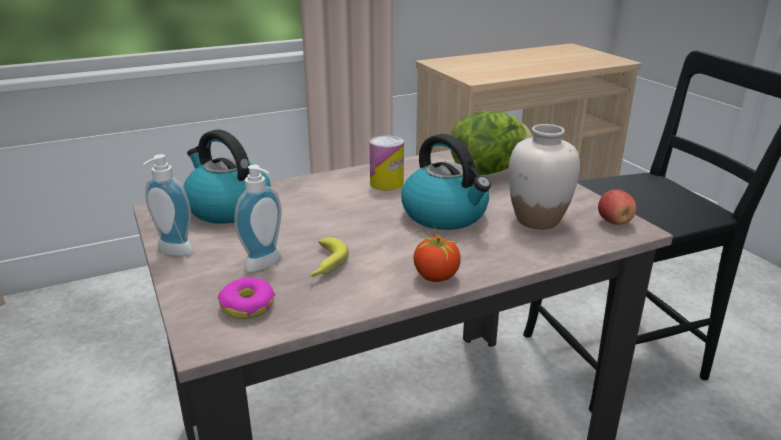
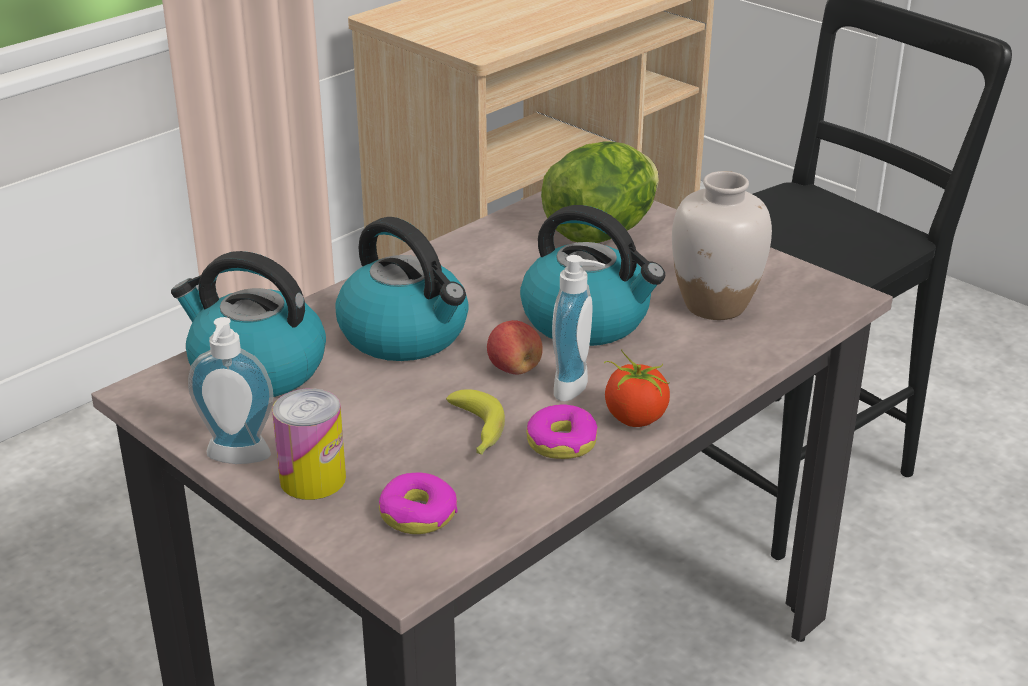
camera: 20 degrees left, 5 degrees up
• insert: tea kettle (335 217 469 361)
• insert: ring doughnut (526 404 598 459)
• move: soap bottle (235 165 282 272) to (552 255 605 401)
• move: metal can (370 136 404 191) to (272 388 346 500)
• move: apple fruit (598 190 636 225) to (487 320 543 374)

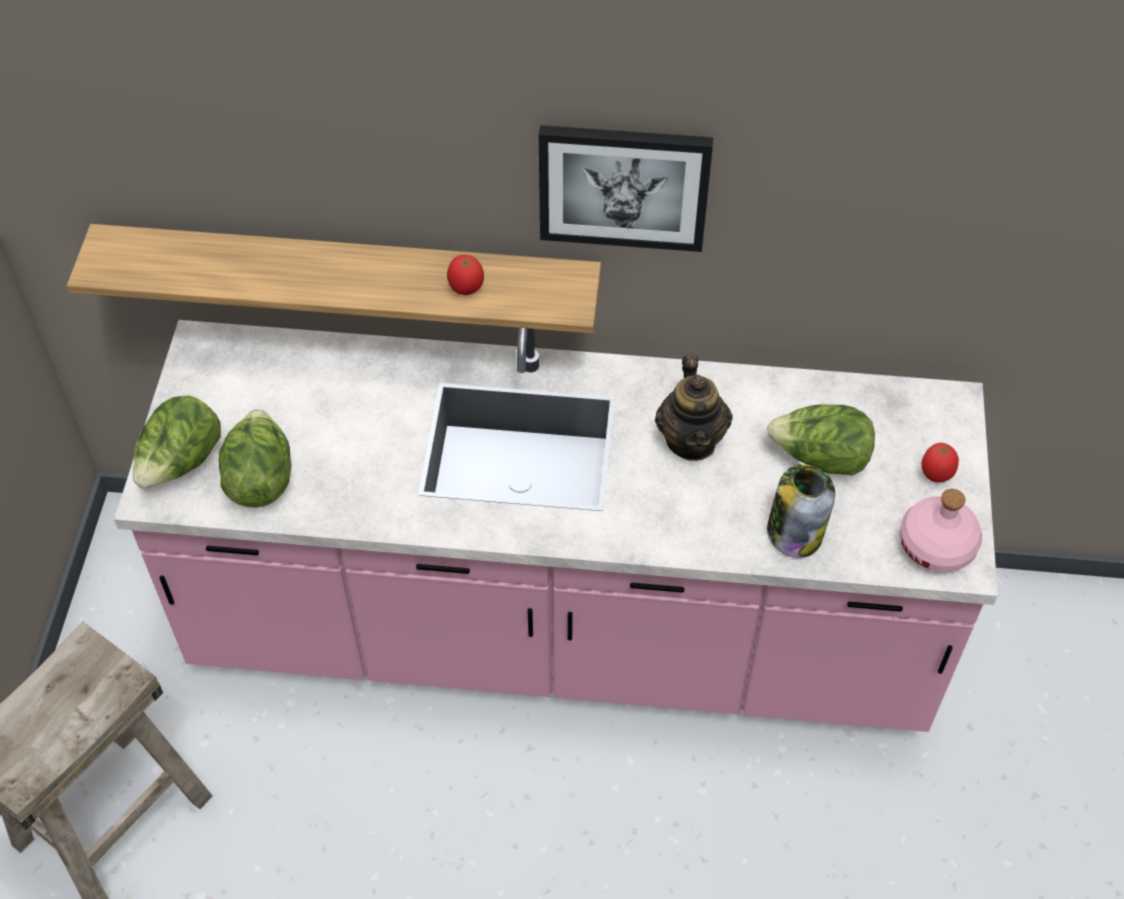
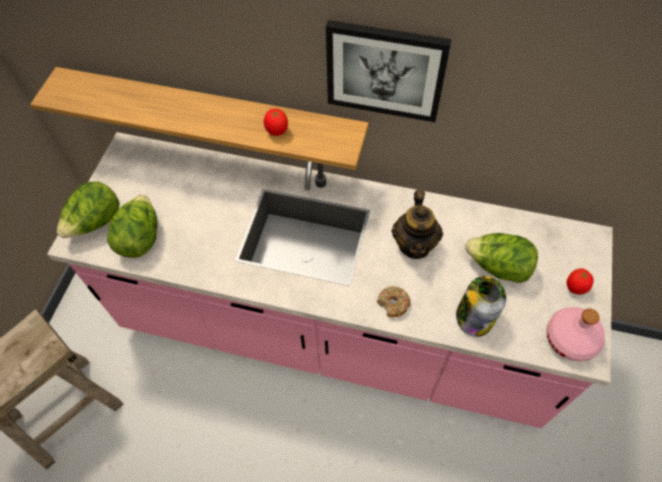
camera: 10 degrees right, 5 degrees up
• insert: ring doughnut (377 286 410 318)

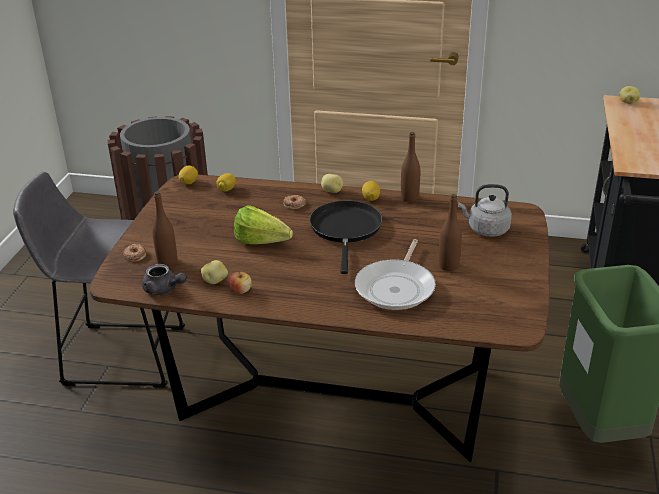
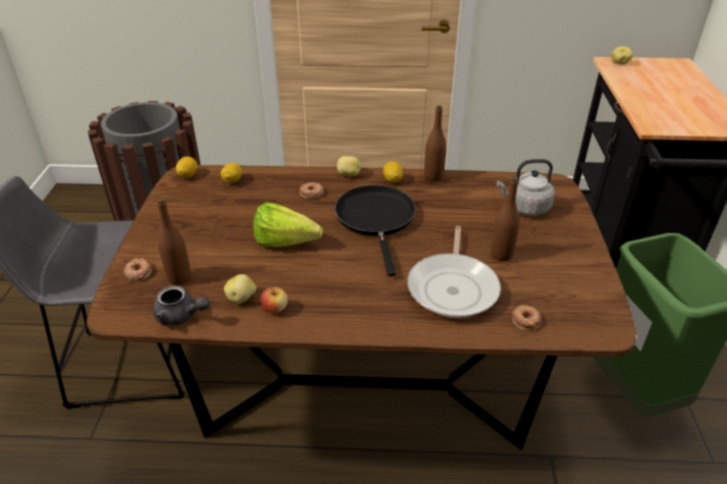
camera: 10 degrees left, 5 degrees up
• insert: ring doughnut (512 305 542 331)

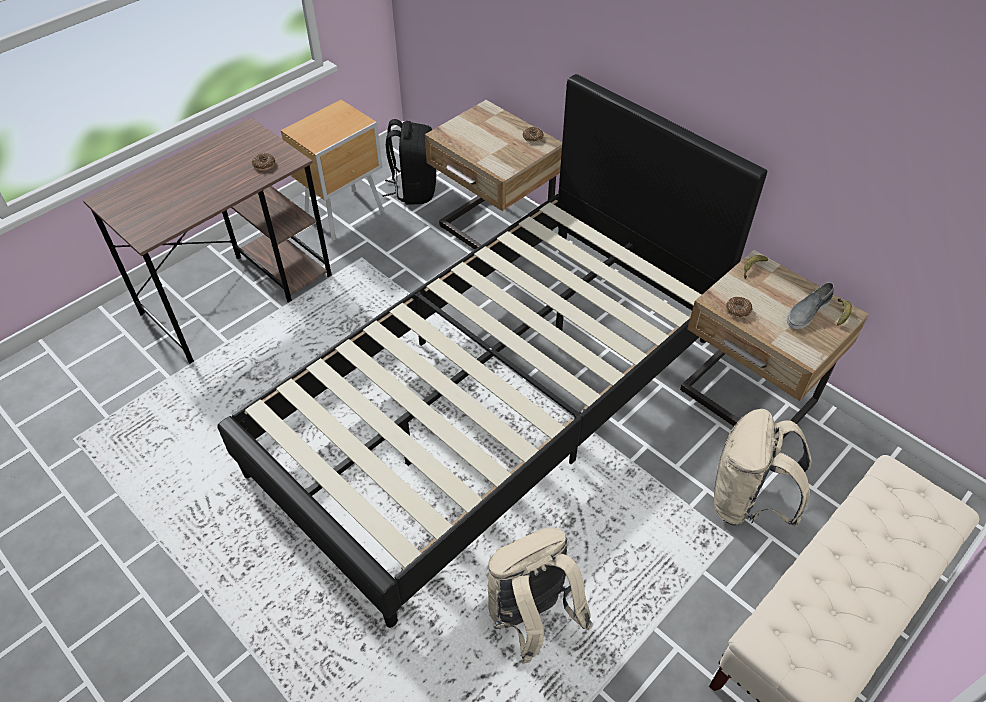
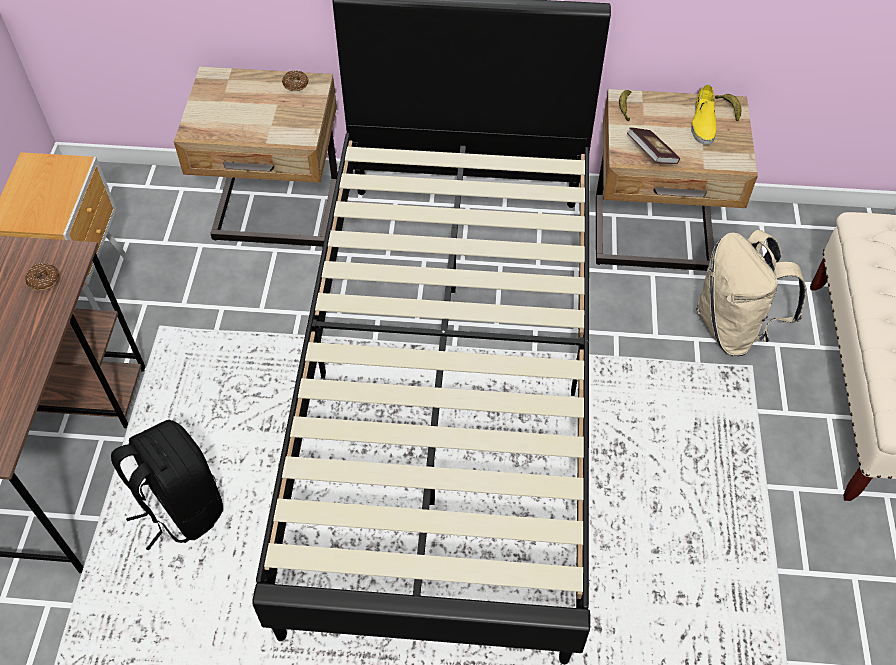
camera: 40 degrees left, 5 degrees up
• delete: beige backpack (488 527 593 663)
• move: black-coloured backpack (383 119 436 205) to (111 420 223 551)
• replace: ring doughnut (726 297 752 318) to bound book (627 127 680 164)
• recolor: gray shoe (787 283 834 329) to yellow-coloured shoe (691 85 716 145)

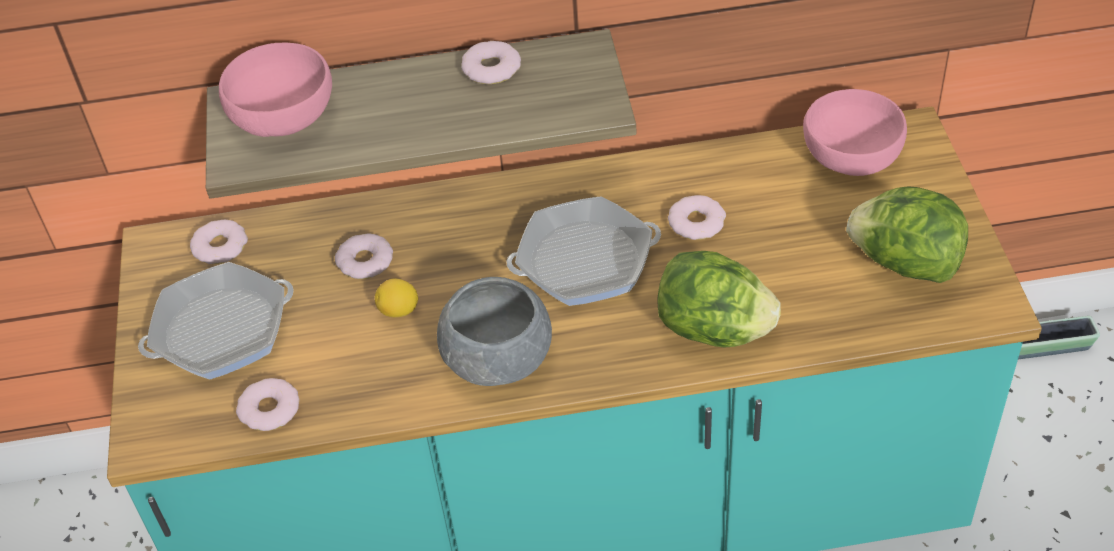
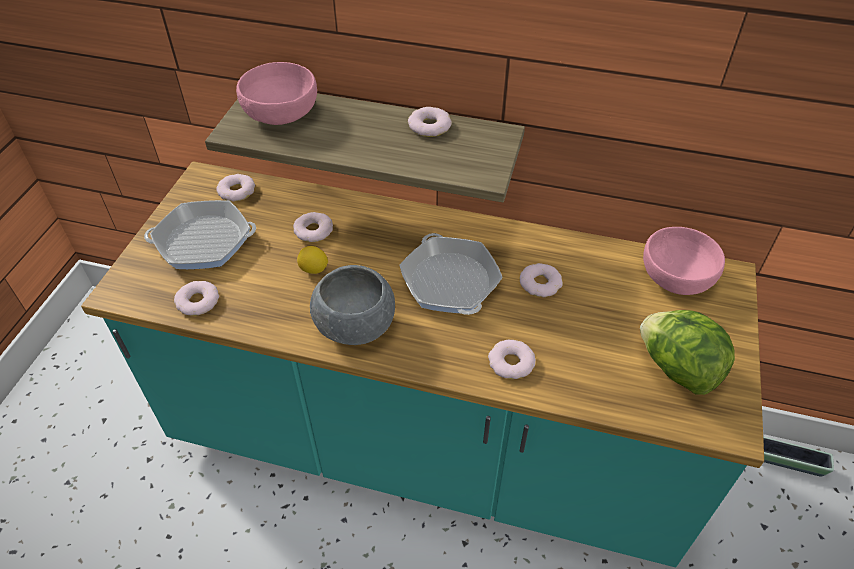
camera: 20 degrees right, 0 degrees up
• replace: head of lettuce (657 251 781 347) to ring doughnut (488 340 536 379)
• rotate: pan (506 196 661 306) = (399 233 503 315) 60 degrees clockwise

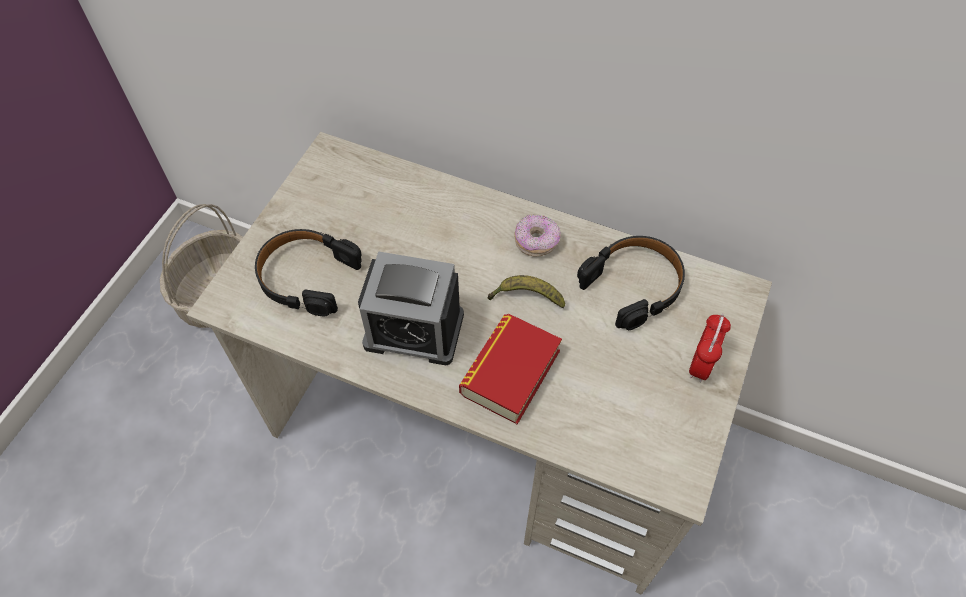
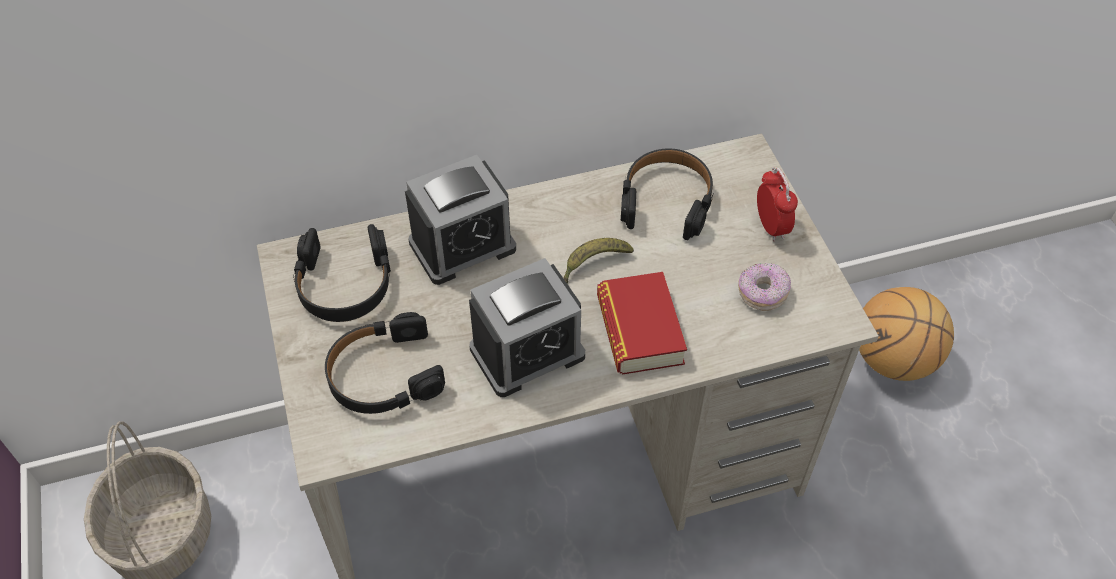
camera: 40 degrees left, 5 degrees down
• insert: black-coloured headset (293 224 391 322)
• insert: bedside clock (405 155 516 285)
• insert: basketball ball (859 287 954 381)
• move: ring doughnut (514 214 561 257) to (738 263 791 311)

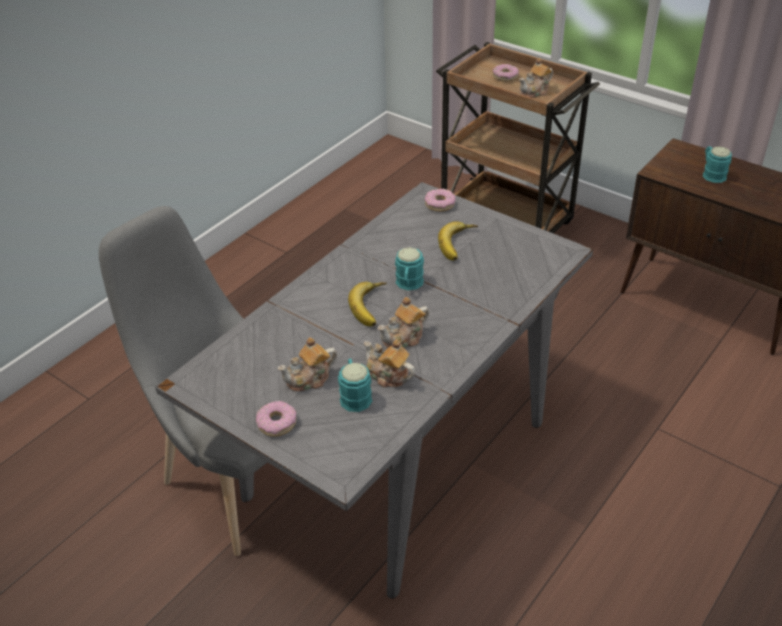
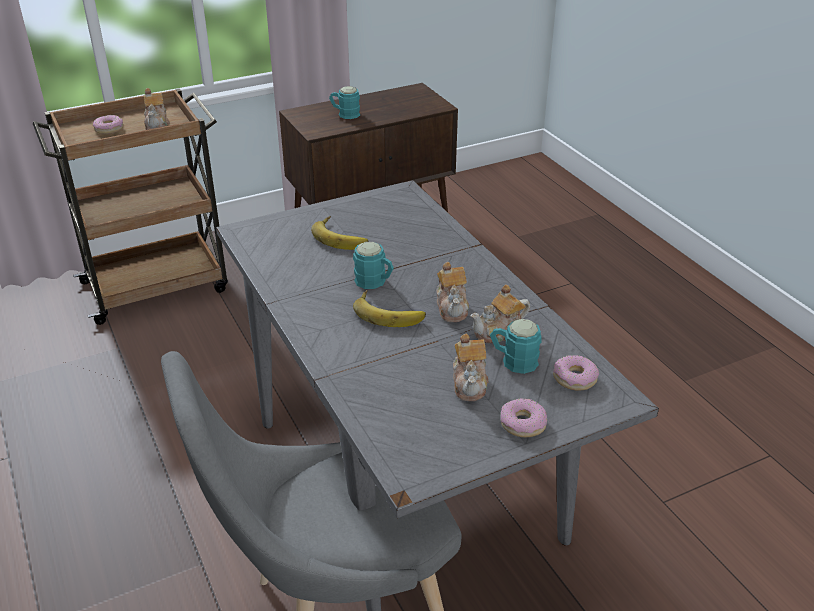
camera: 65 degrees left, 5 degrees down
• move: ring doughnut (425 189 456 212) to (553 355 599 391)

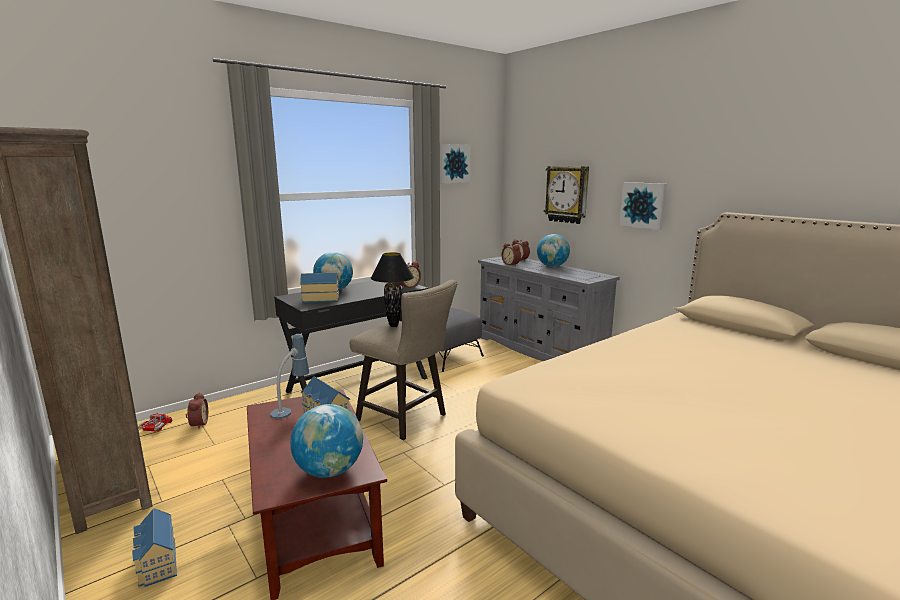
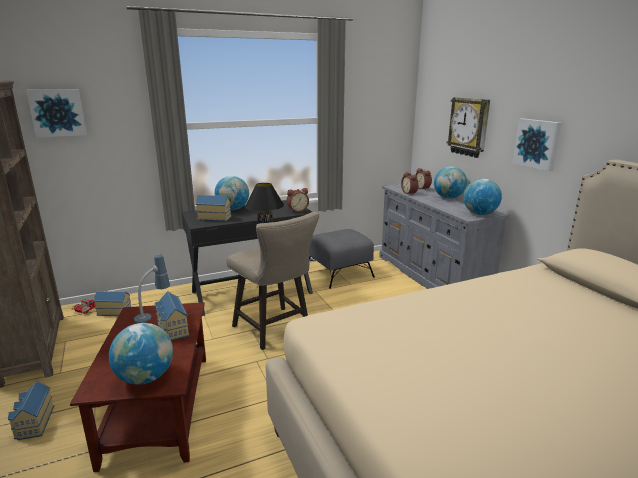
camera: 15 degrees right, 5 degrees up
• insert: globe (463 179 502 215)
• move: wall picture (440 144 471 183) to (26 89 87 138)
• replace: bedside clock (186 392 208 429) to toy house (94 291 131 316)

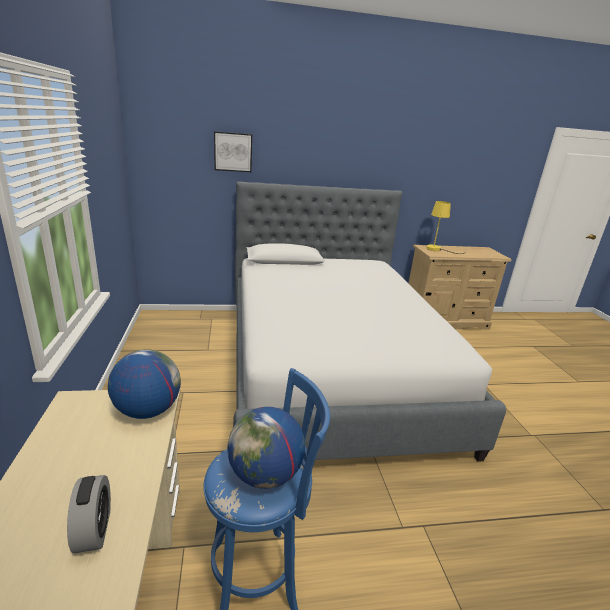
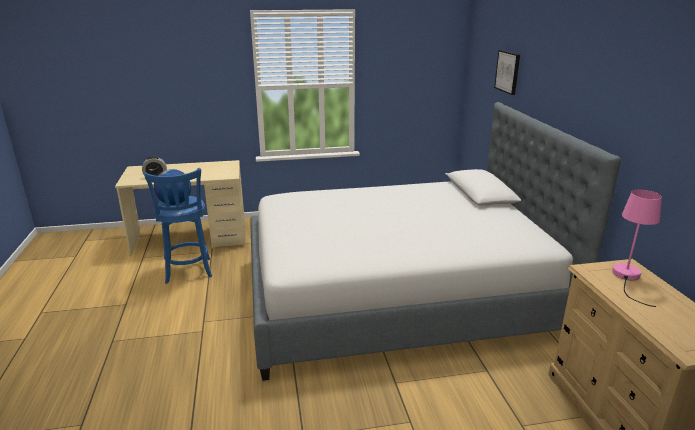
camera: 90 degrees right, 0 degrees up
• delete: globe (108 349 181 419)
• recolor: yellow-coloured tabletop lamp (426 201 466 254) to pink tabletop lamp (612 190 662 307)

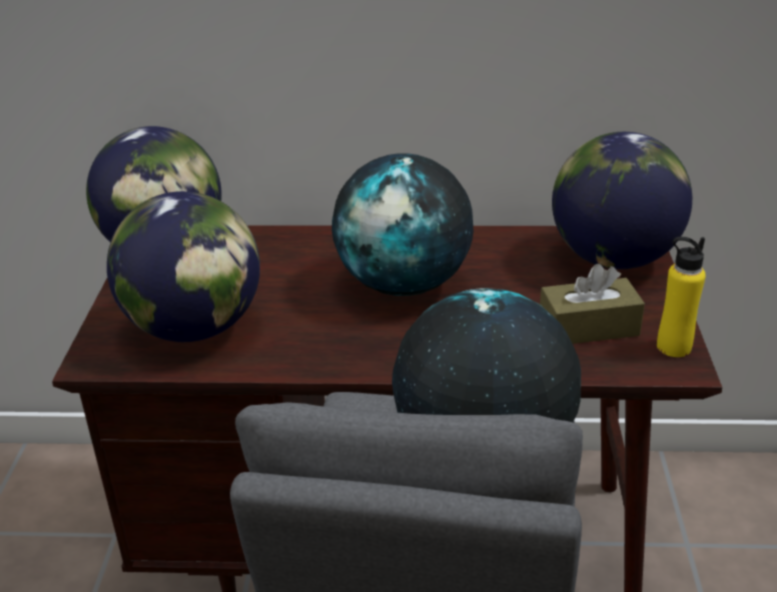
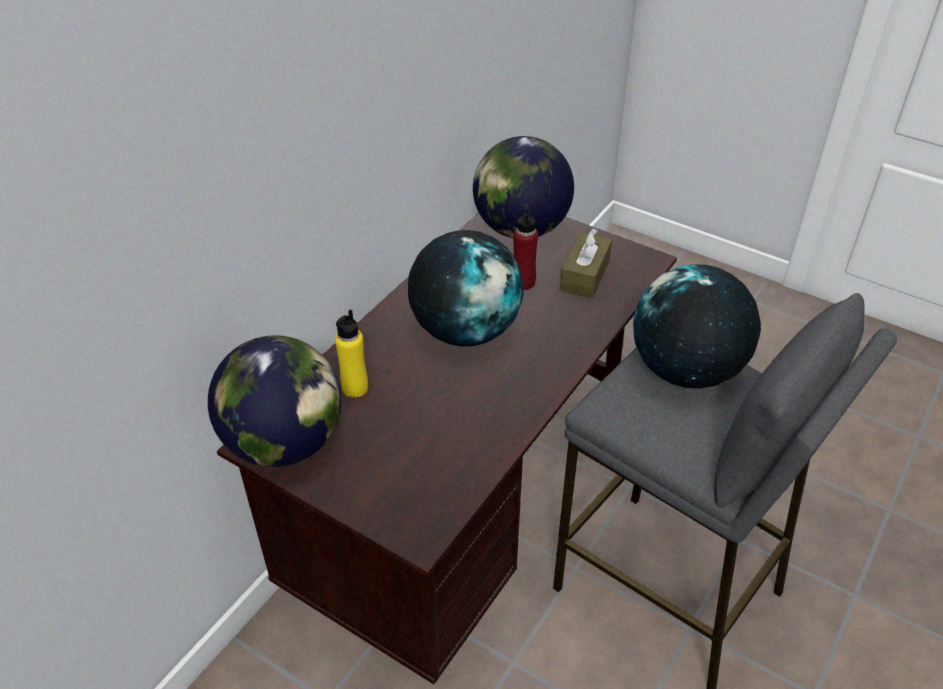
camera: 60 degrees left, 10 degrees up
• delete: globe (107 191 260 342)
• insert: red-coloured beverage bottle (513 204 538 290)
• move: yellow-coloured beverage bottle (657 237 706 357) to (335 309 368 398)

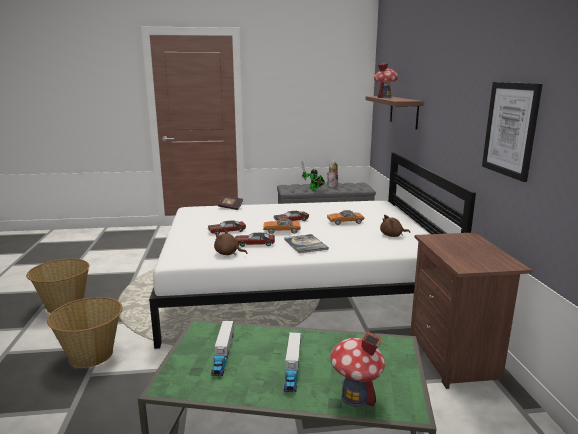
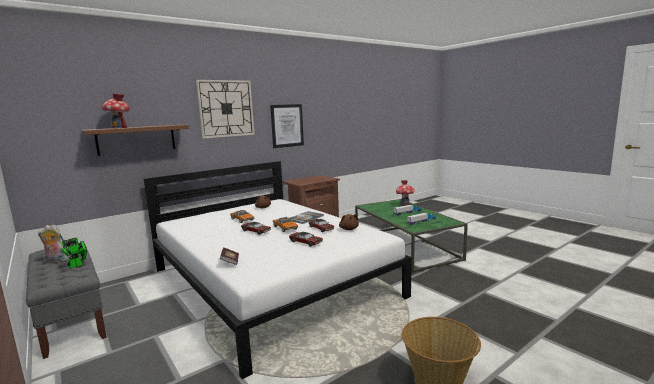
camera: 120 degrees left, 5 degrees down
• delete: storage basket (47 297 123 368)
• insert: clock on the wall (196 80 255 139)

